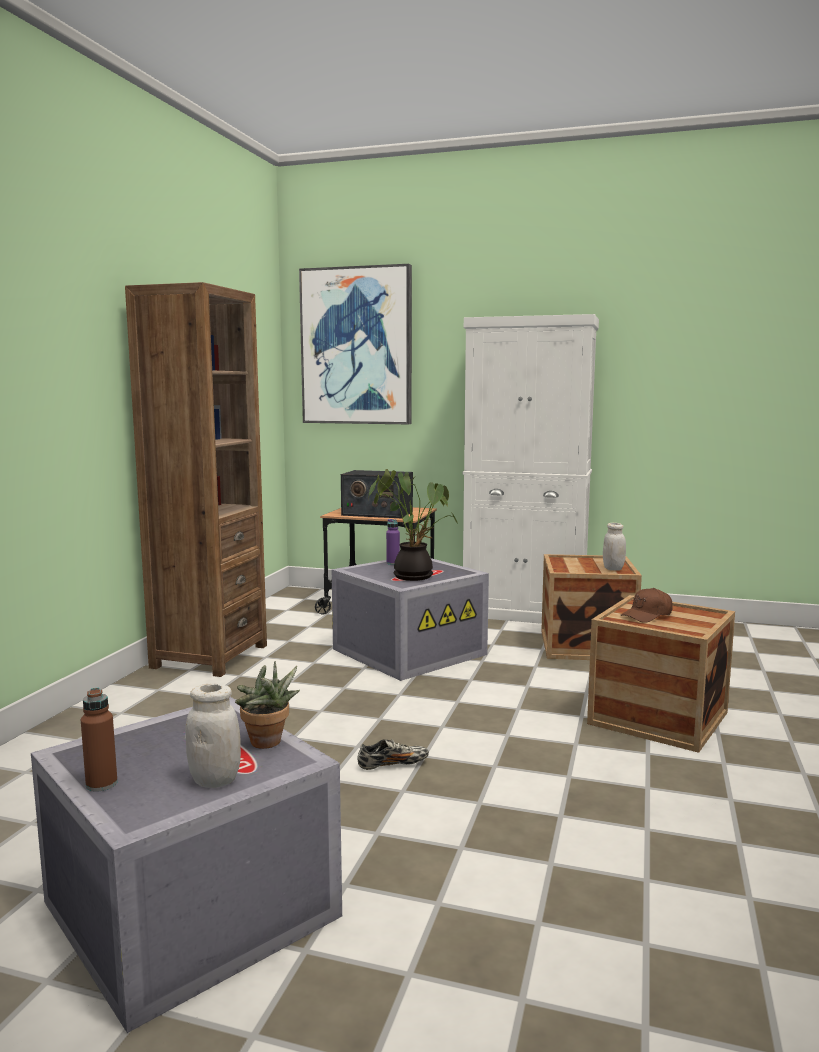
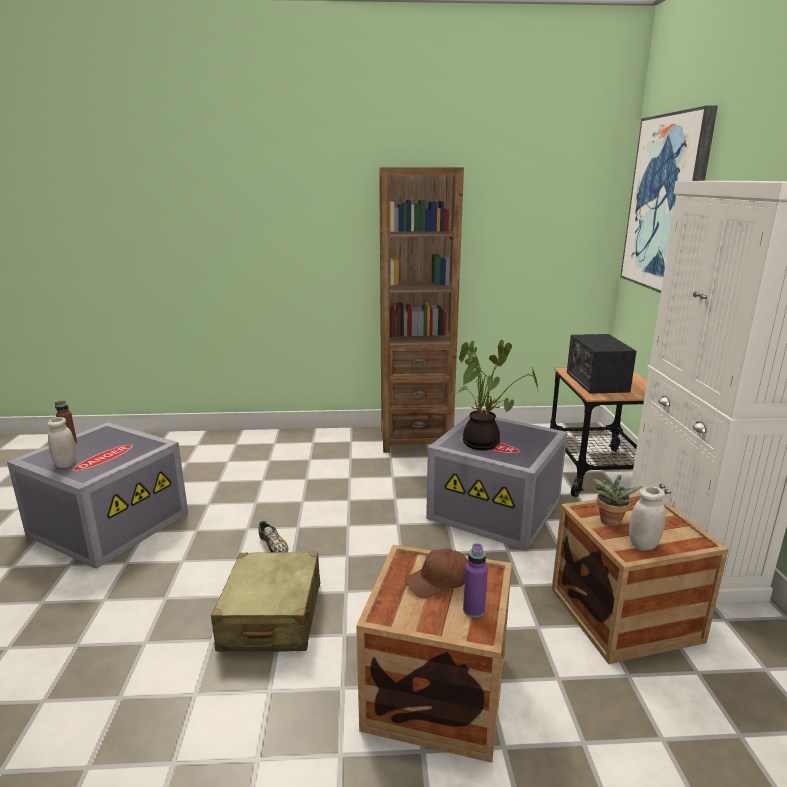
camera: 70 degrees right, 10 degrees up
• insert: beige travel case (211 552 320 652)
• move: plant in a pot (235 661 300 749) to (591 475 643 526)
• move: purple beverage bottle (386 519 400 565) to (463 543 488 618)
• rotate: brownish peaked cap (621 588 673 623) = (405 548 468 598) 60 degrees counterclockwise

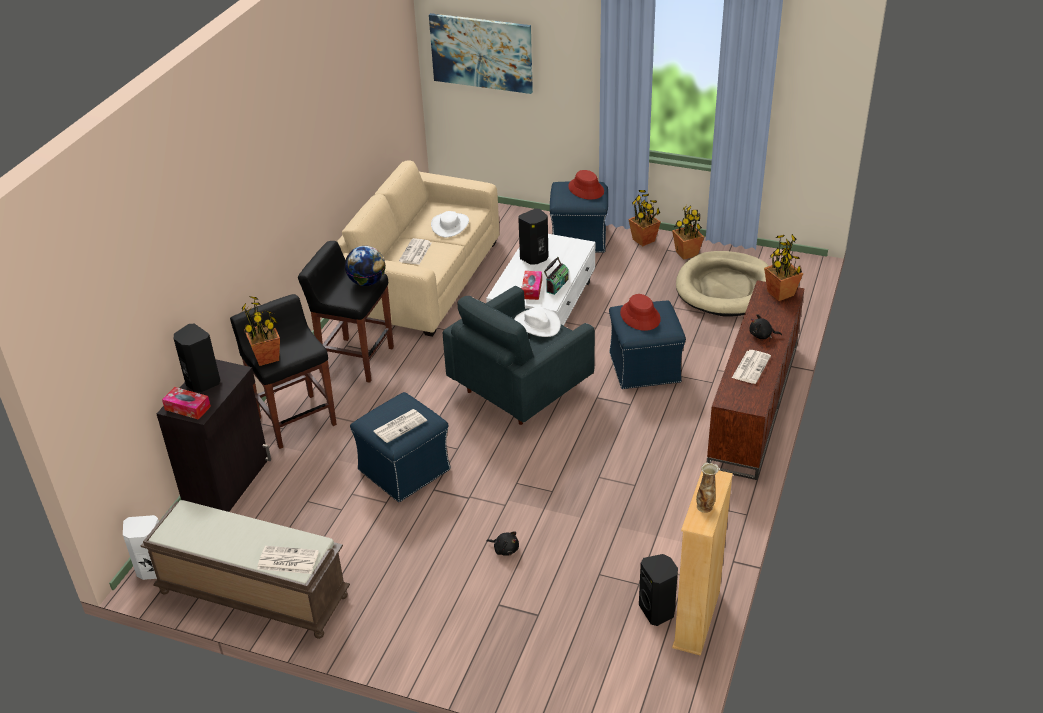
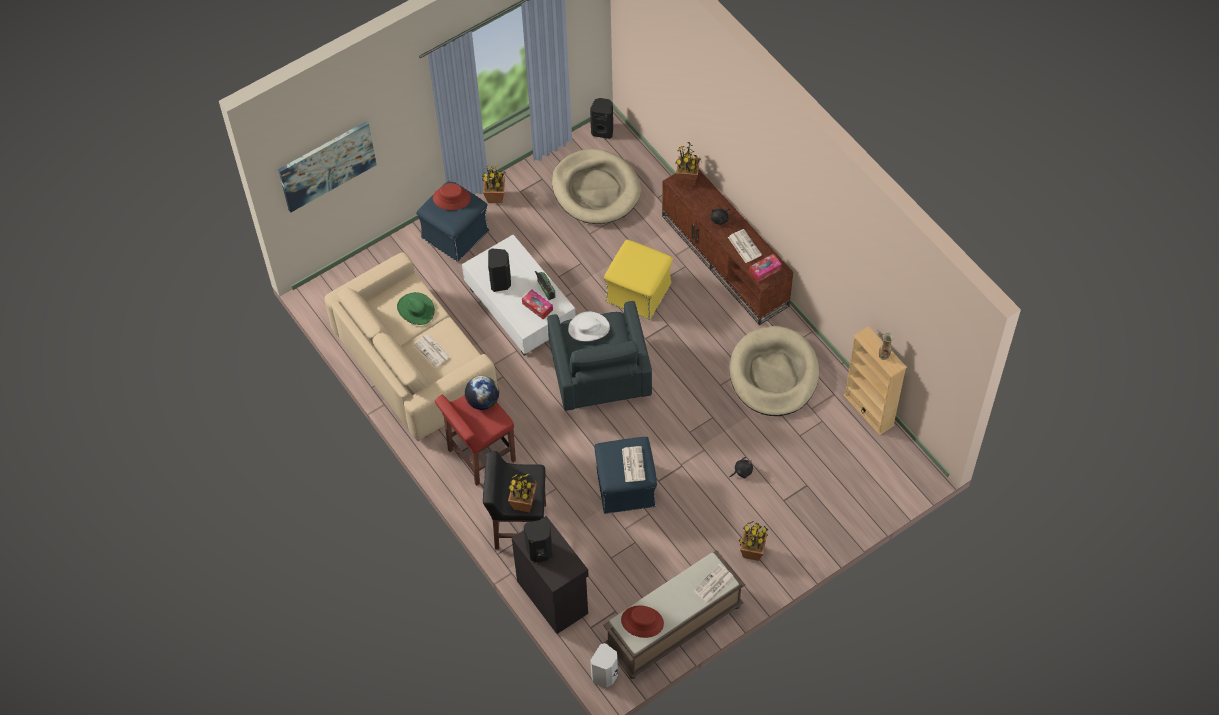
camera: 55 degrees left, 20 degrees up
• insert: beige dog bed (729 326 819 416)
• move: tissue box (162 387 211 420) to (749 254 782 282)
• move: red-coloured hat (620 294 661 331) to (621 606 664 638)
• move: black-coloured speaker (639 554 678 626) to (590 98 613 139)
• move: plant in a pot (672 205 704 260) to (739 521 768 561)
• recolor: black-coloured sitting stool (298 241 394 383) to red-coloured sitting stool (435 394 516 486)
• recolor: whitish hat (431 211 469 237) to green hat (397 292 435 325)
• recolor: blue pouffe (609 301 686 389) to yellow-coloured pouffe (604 239 673 320)

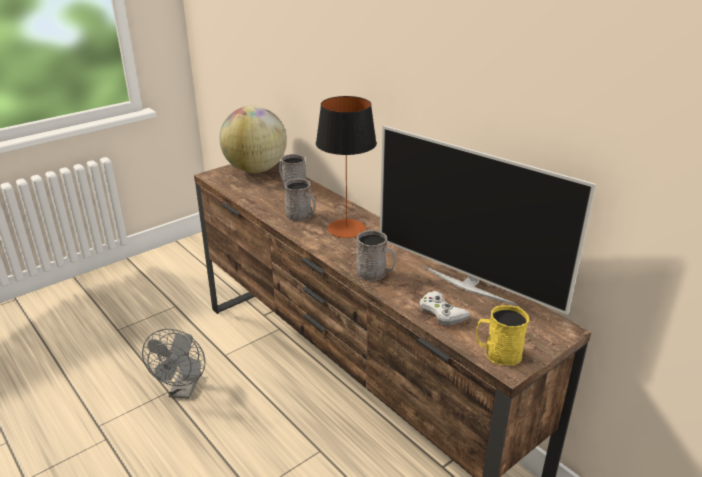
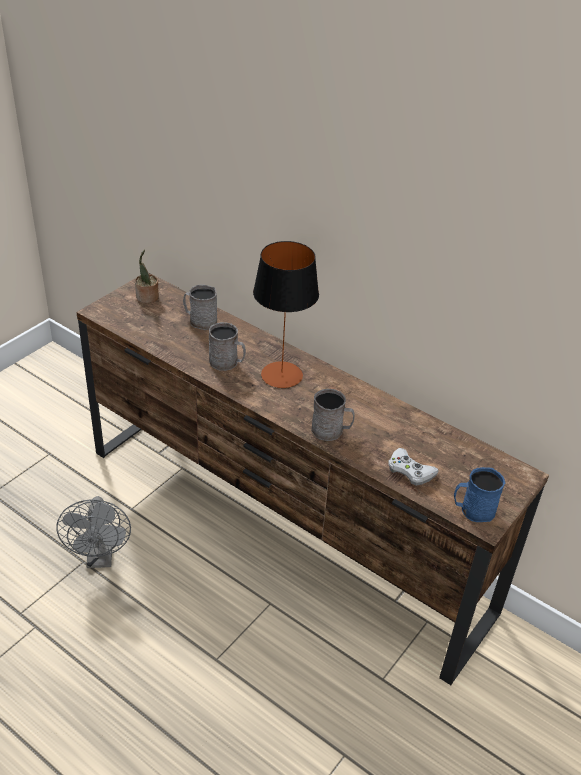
camera: 15 degrees left, 10 degrees up
• delete: television (380 125 596 315)
• replace: globe (219 106 287 173) to plant in a pot (135 250 159 303)
• recolor: yellow-coloured tea mug (476 305 529 366) to blue tea mug (454 467 505 522)

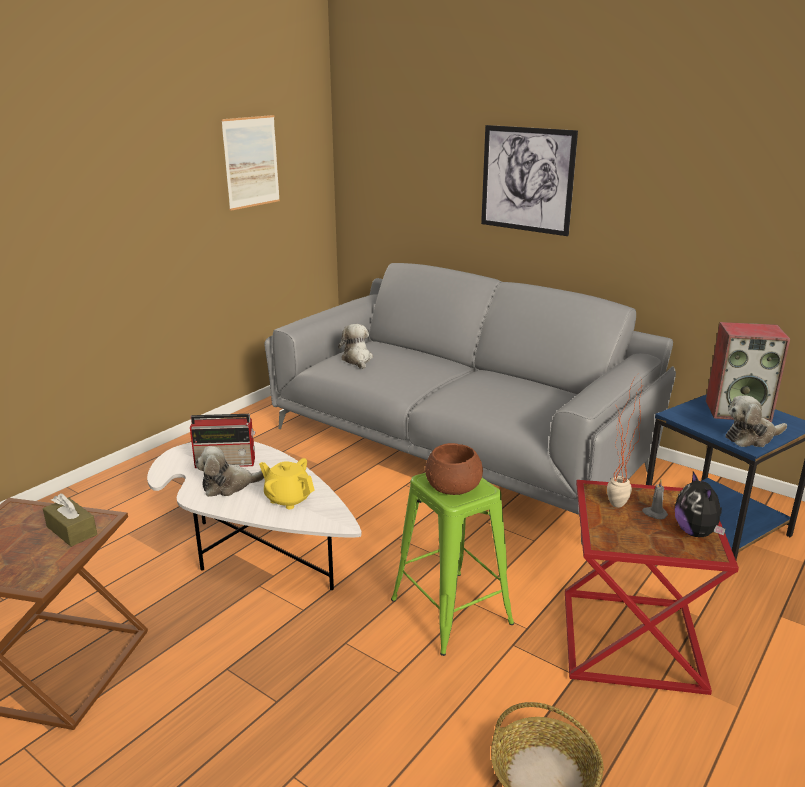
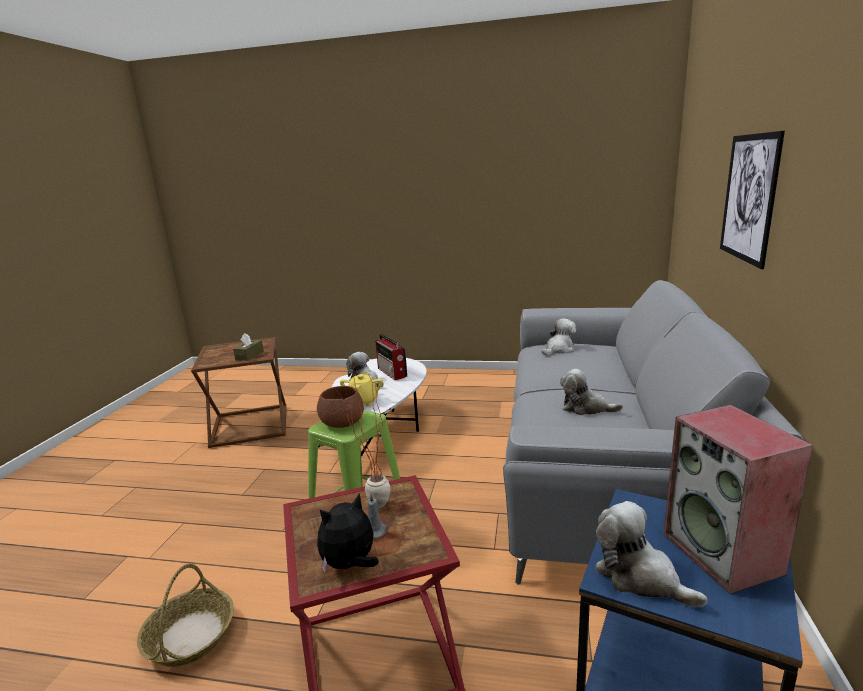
camera: 65 degrees right, 5 degrees down
• delete: wall picture (221 115 280 211)
• insert: cuddly toy (560 369 623 415)

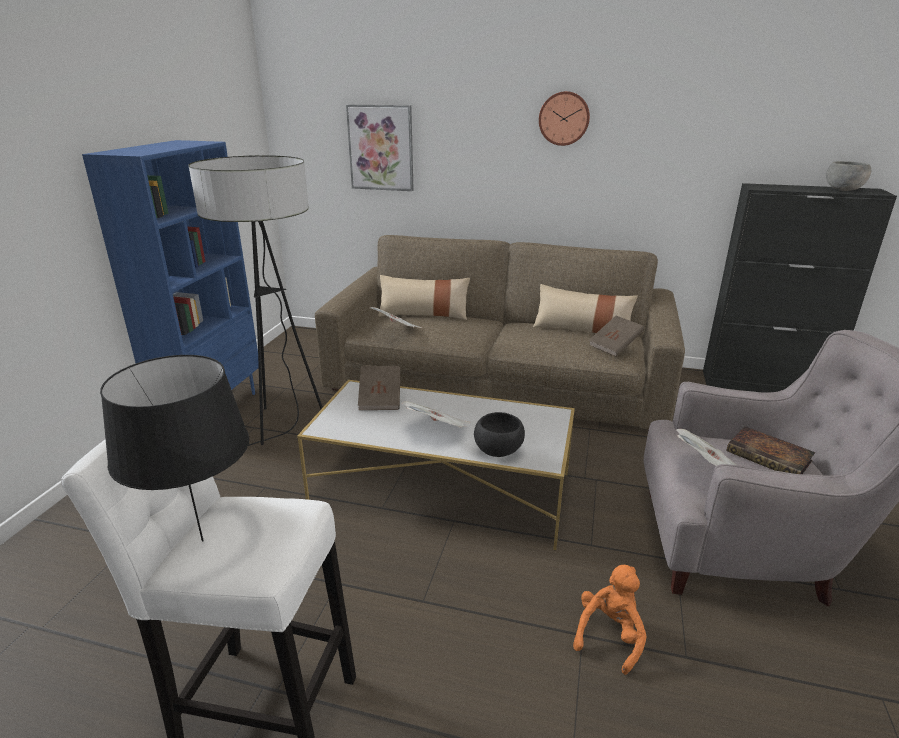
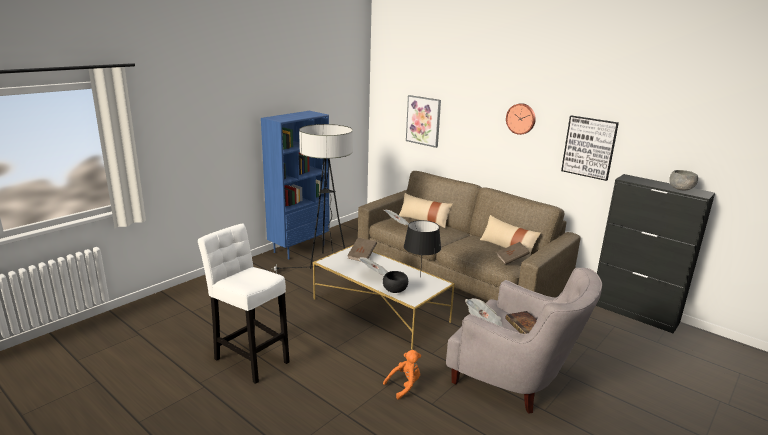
camera: 25 degrees right, 5 degrees down
• insert: wall picture (561 115 619 181)
• move: black-coloured tabletop lamp (100 355 249 542) to (404 220 441 278)

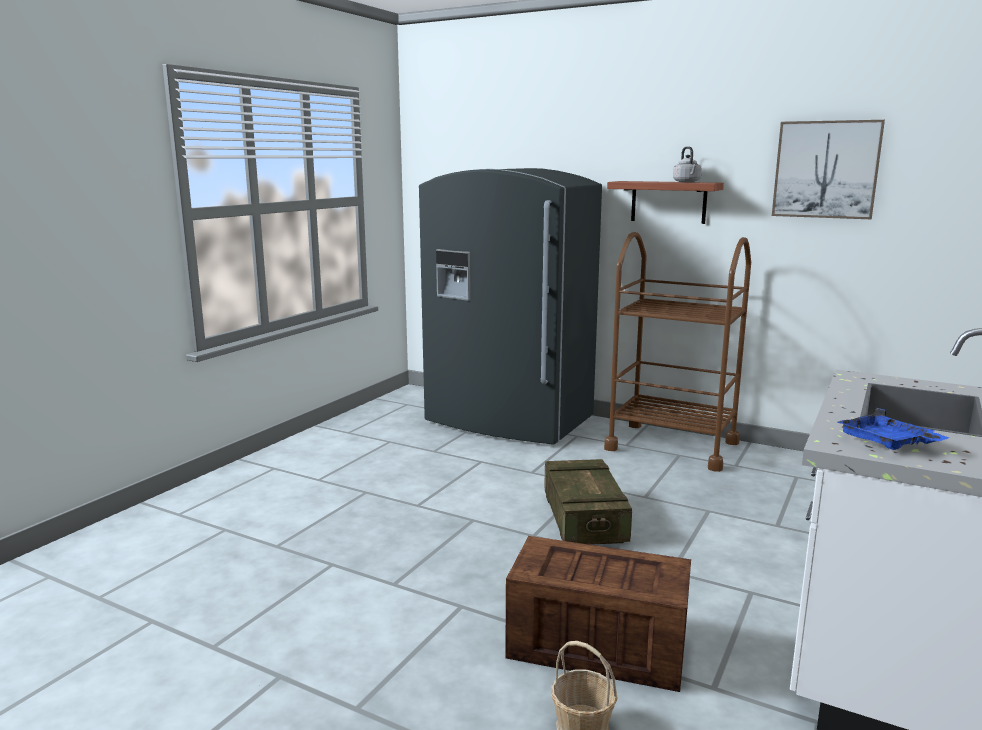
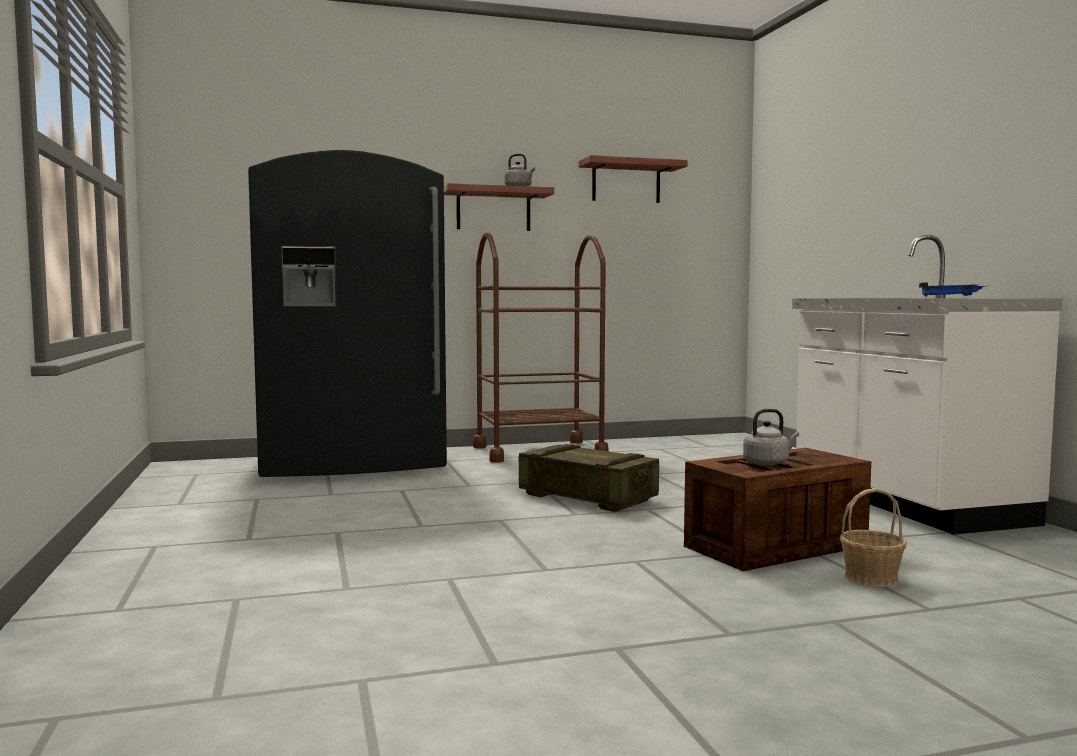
camera: 45 degrees left, 10 degrees down
• insert: gray tea kettle (743 409 799 466)
• replace: wall picture (772 120 885 219) to wall shelf (579 155 688 203)

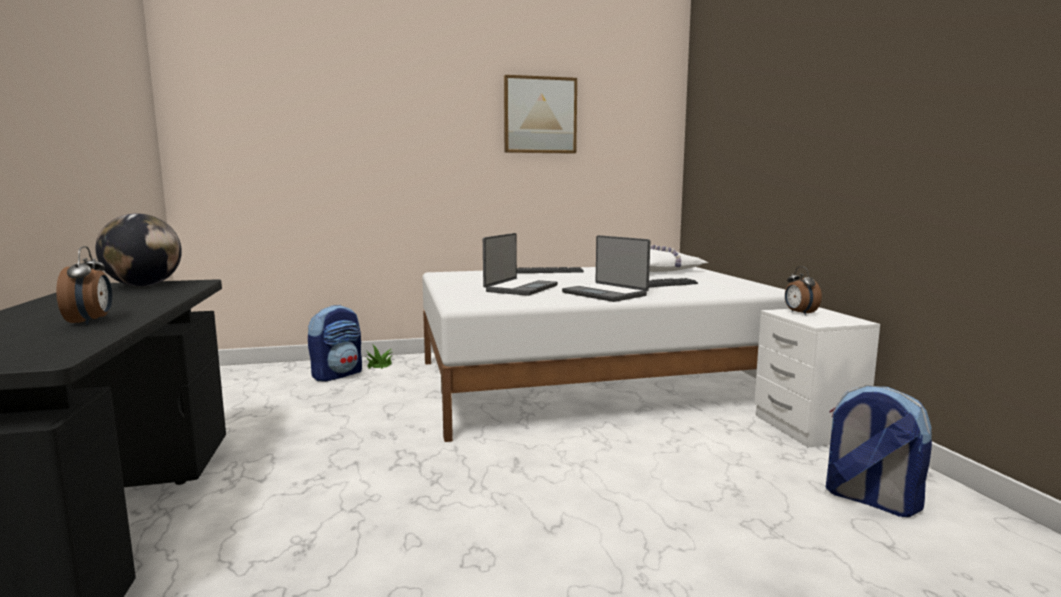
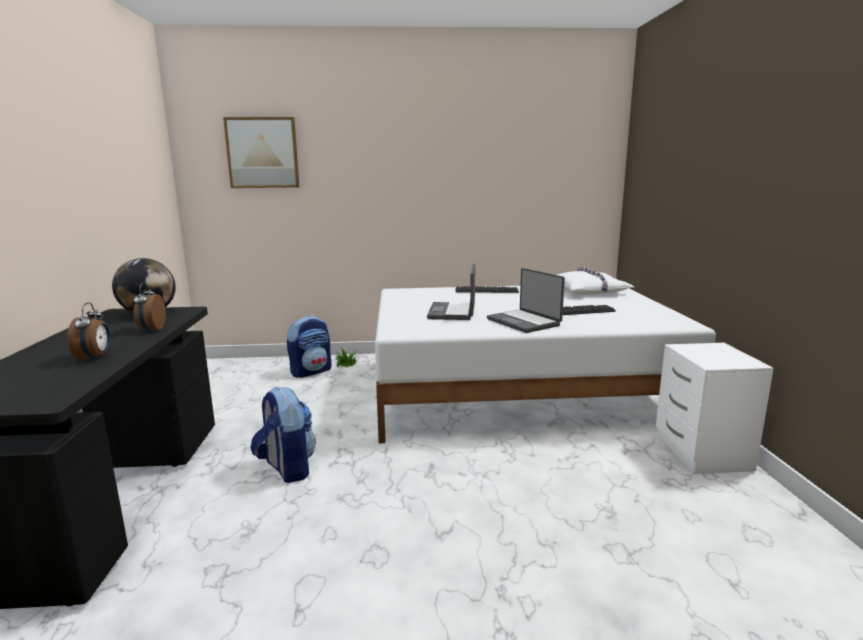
camera: 10 degrees right, 5 degrees up
• move: wall picture (504 75 577 154) to (223 117 299 188)
• move: bedside clock (785 266 822 315) to (133 283 166 332)
• move: backpack (826 385 932 517) to (250 387 316 483)
• rotate: laptop (483 233 558 296) = (427 263 475 320) 150 degrees clockwise

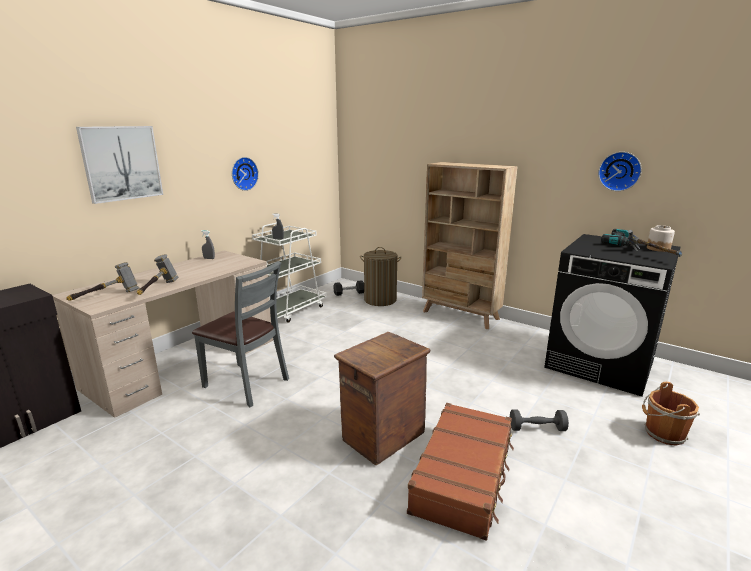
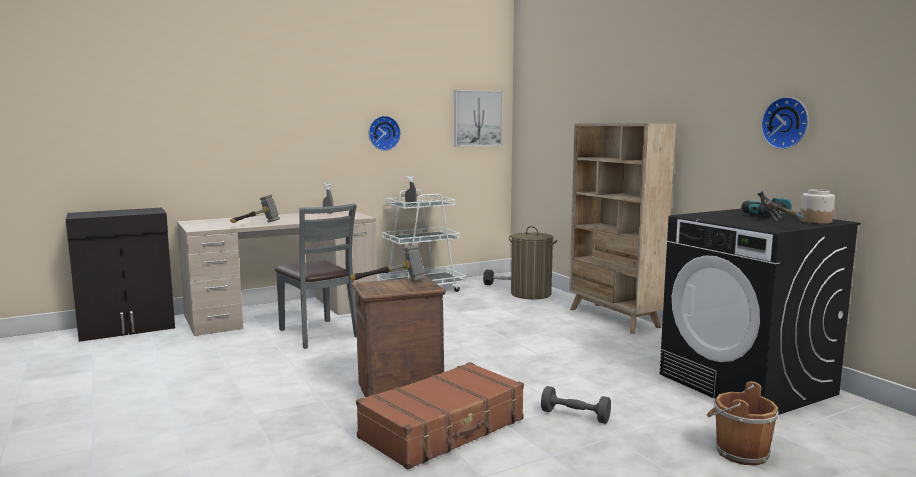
camera: 25 degrees right, 10 degrees down
• move: hand hammer (66 262 139 301) to (350 245 426 282)
• move: wall picture (76 126 163 204) to (454 90 503 146)

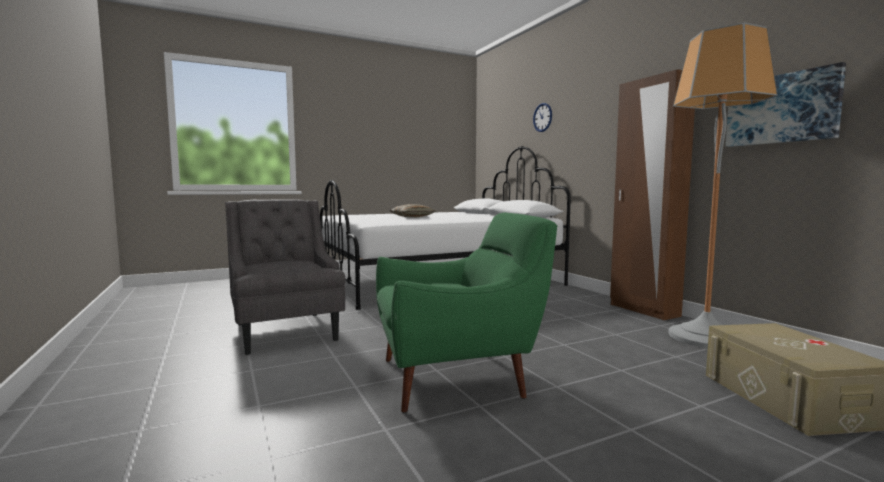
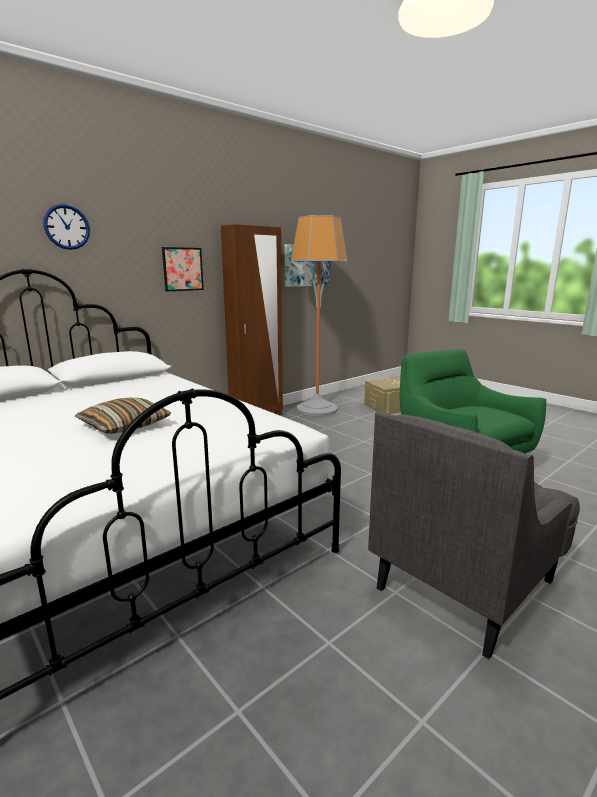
camera: 105 degrees left, 10 degrees up
• insert: wall picture (162 247 204 292)

